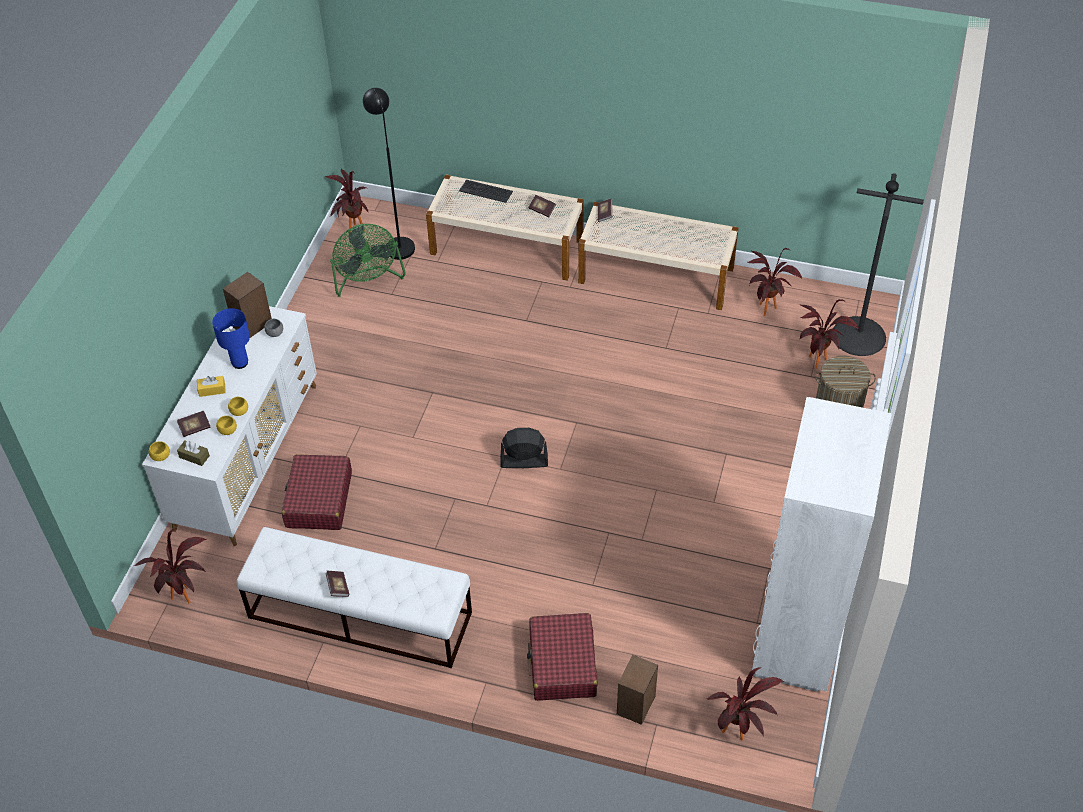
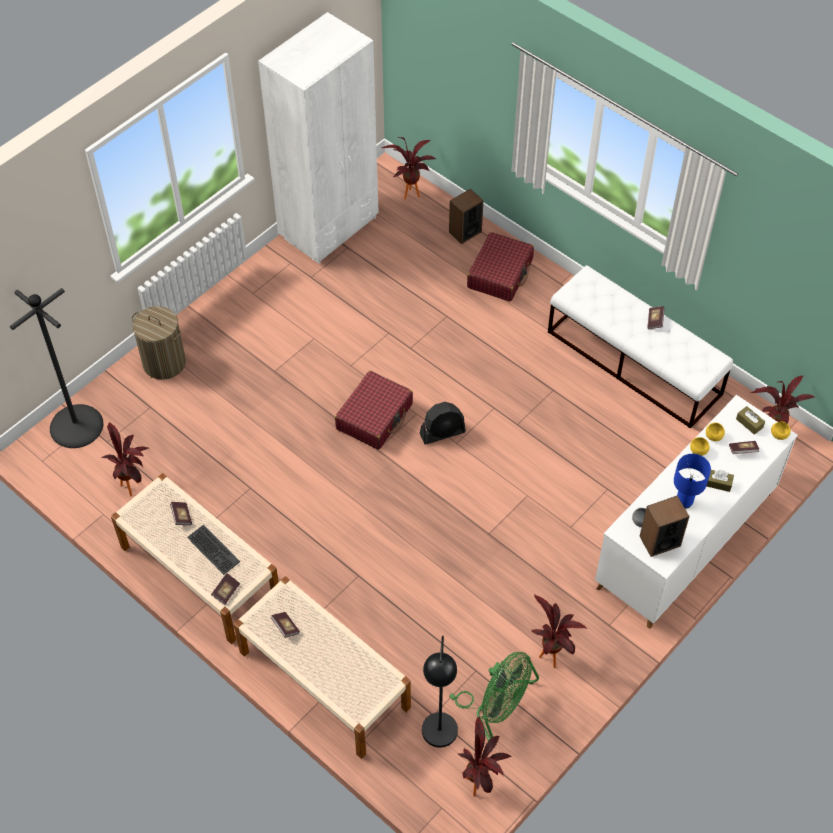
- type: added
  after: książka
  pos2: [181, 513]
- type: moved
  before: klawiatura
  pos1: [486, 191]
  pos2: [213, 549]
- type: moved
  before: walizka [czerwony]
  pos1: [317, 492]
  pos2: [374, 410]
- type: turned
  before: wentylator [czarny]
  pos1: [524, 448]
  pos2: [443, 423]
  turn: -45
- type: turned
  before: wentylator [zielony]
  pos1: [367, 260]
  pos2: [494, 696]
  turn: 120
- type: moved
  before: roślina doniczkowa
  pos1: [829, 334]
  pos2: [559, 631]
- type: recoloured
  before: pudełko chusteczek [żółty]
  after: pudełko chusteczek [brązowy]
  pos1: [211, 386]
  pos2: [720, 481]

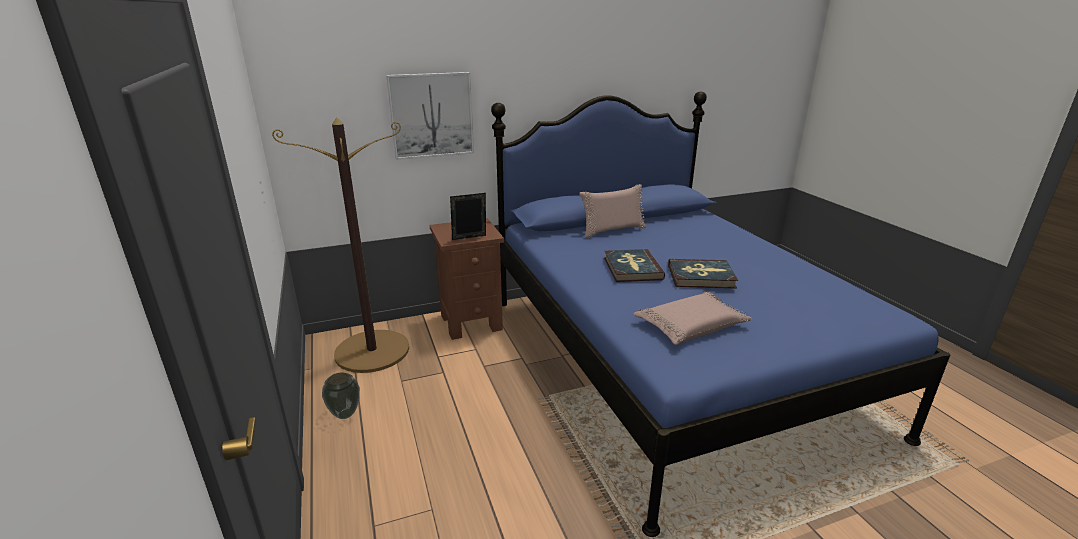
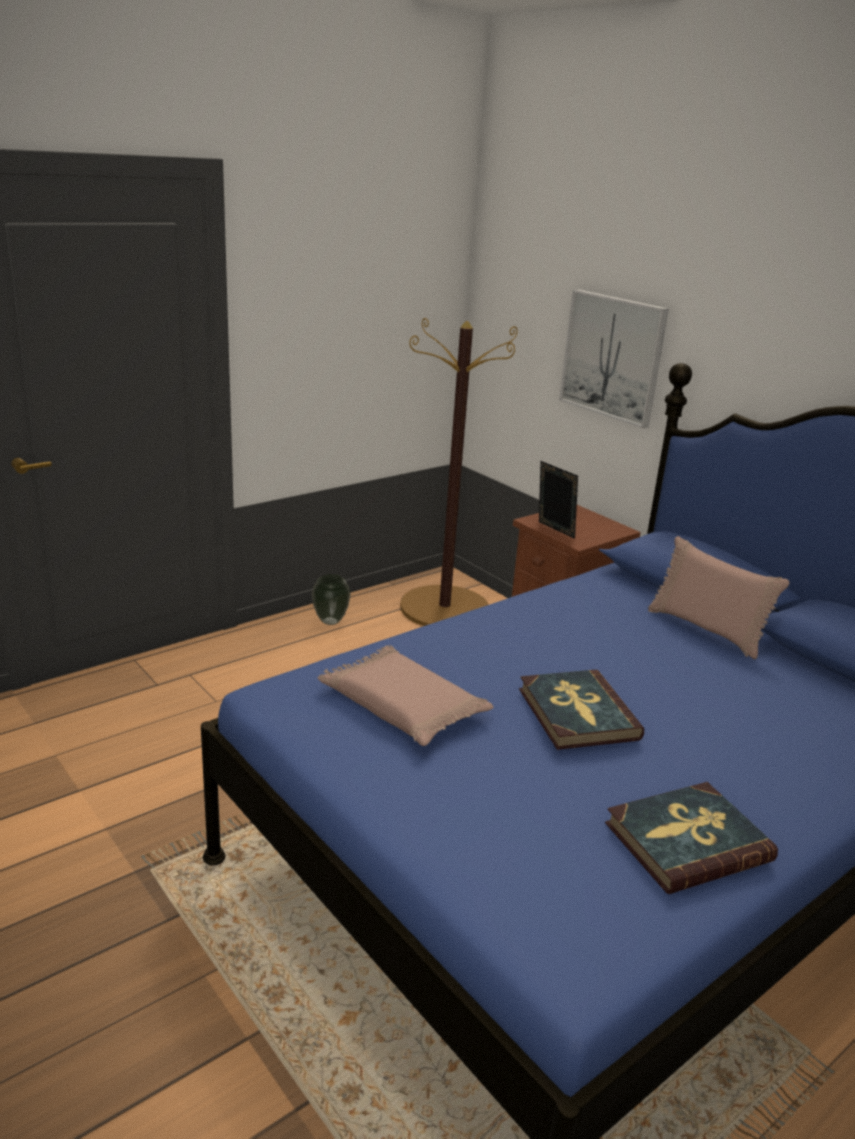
- type: moved
  before: książka
  pos1: [634, 265]
  pos2: [691, 838]

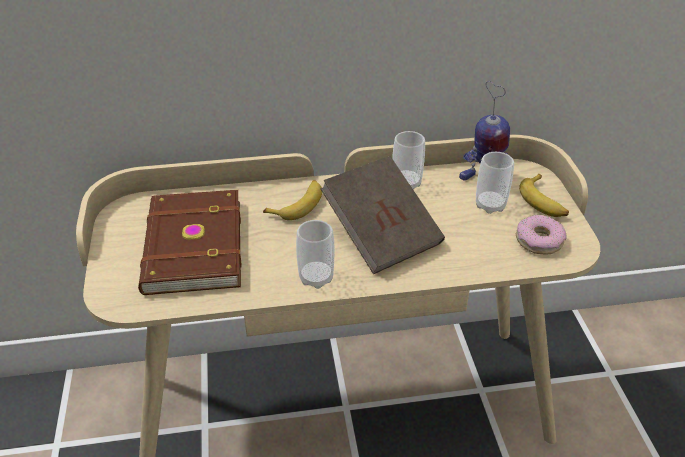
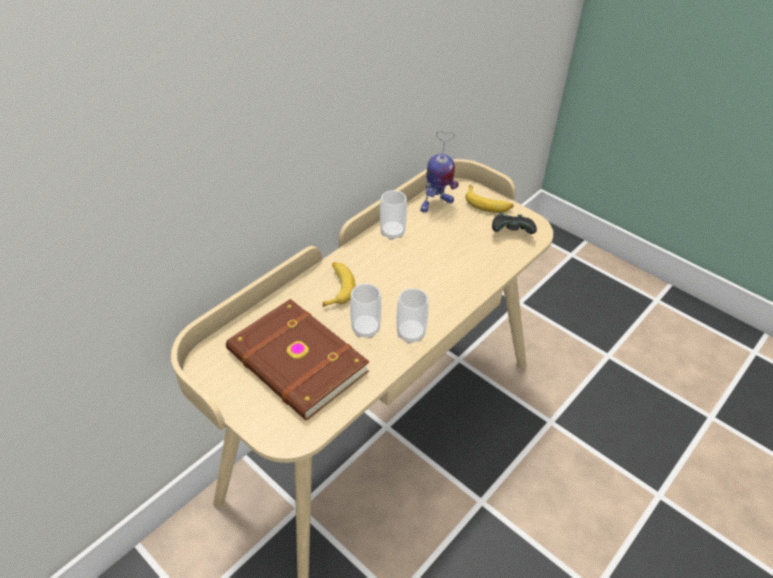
- type: moved
  before: filiżanka
  pos1: [495, 183]
  pos2: [365, 311]
- type: replaced
  before: donut
  after: pad do gier [czarny]
  pos1: [541, 234]
  pos2: [514, 223]
- type: removed
  before: książka [brązowy]
  pos1: [383, 215]

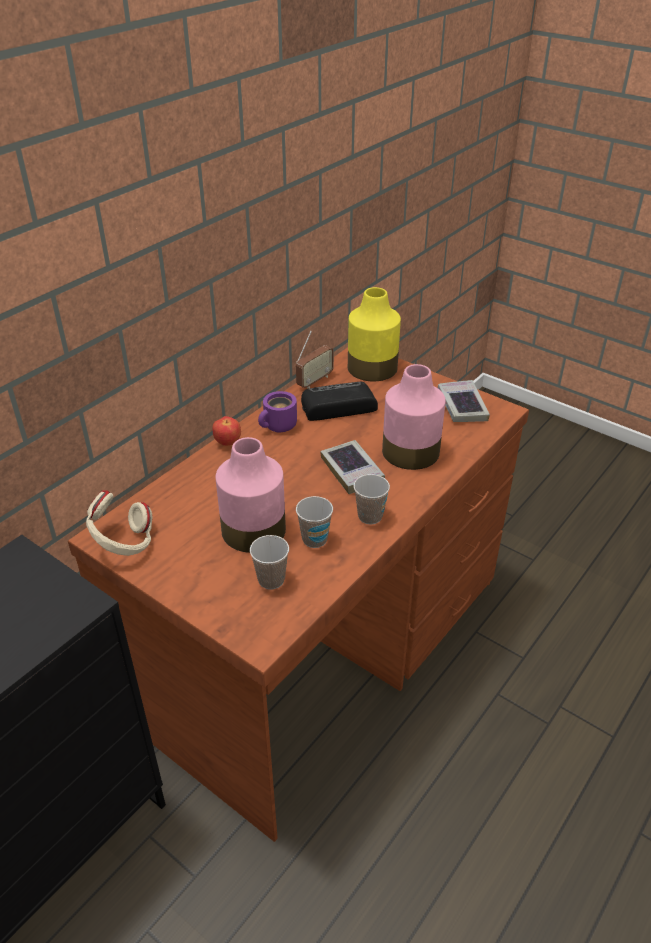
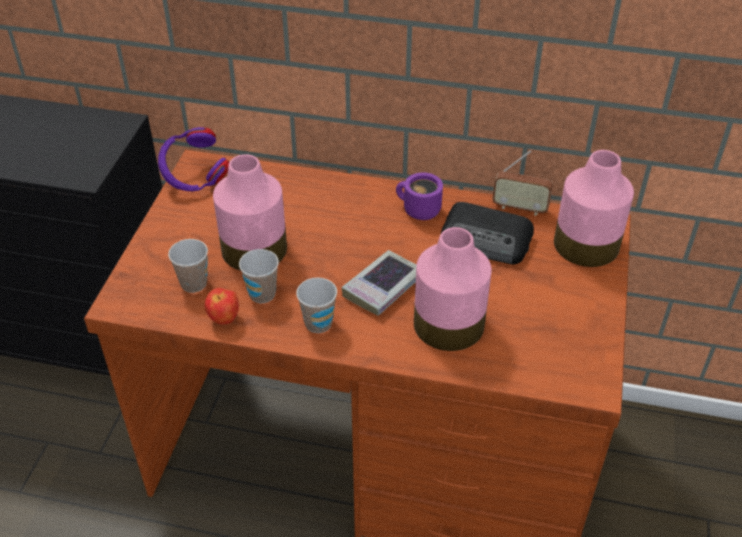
- type: recoloured
  before: słuchawki [beżowy]
  after: słuchawki [fioletowy]
  pos1: [119, 523]
  pos2: [193, 159]
- type: moved
  before: jabłko
  pos1: [226, 431]
  pos2: [222, 306]
- type: turned
  before: radio
  pos1: [339, 401]
  pos2: [487, 233]
  turn: 150
- type: recoloured
  before: wazon [żółty]
  after: wazon [różowy]
  pos1: [374, 334]
  pos2: [594, 208]
- type: removed
  before: książka
  pos1: [464, 401]

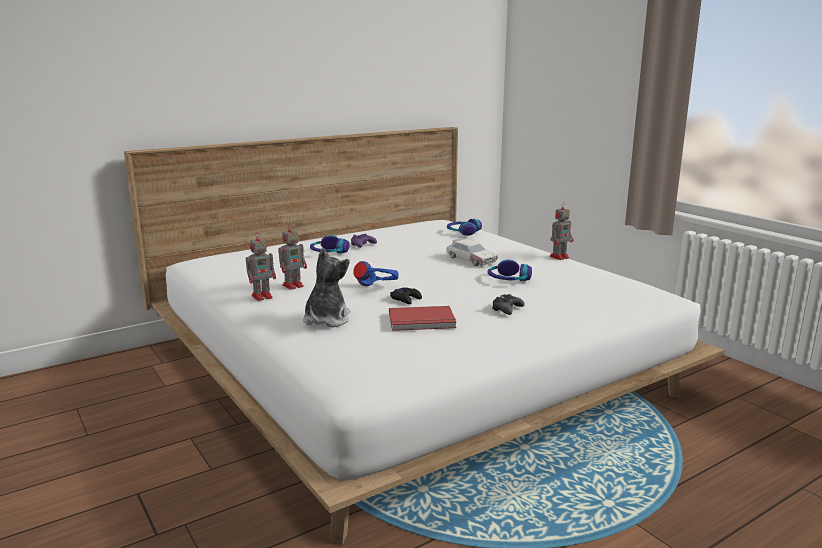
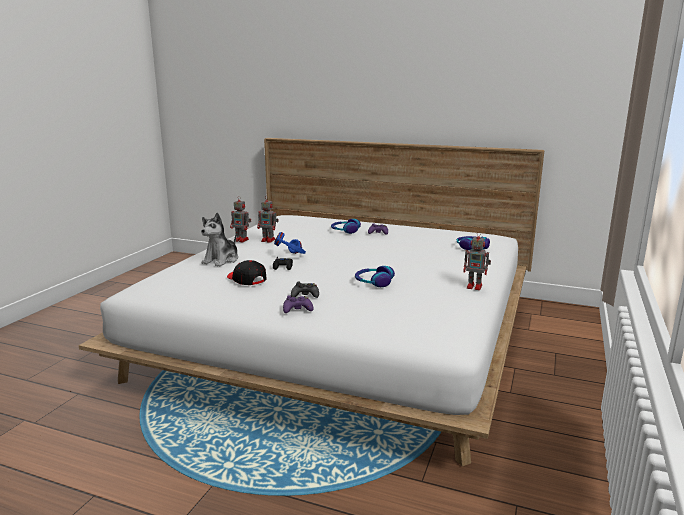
- type: turned
  before: pluszak
  pos1: [326, 288]
  pos2: [219, 239]
  turn: 135
- type: replaced
  before: książka [czerwony]
  after: czapka z daszkiem [czarny]
  pos1: [422, 318]
  pos2: [246, 272]
- type: added
  after: pad do gier [fioletowy]
  pos2: [298, 304]
- type: removed
  before: samochodzik
  pos1: [472, 252]

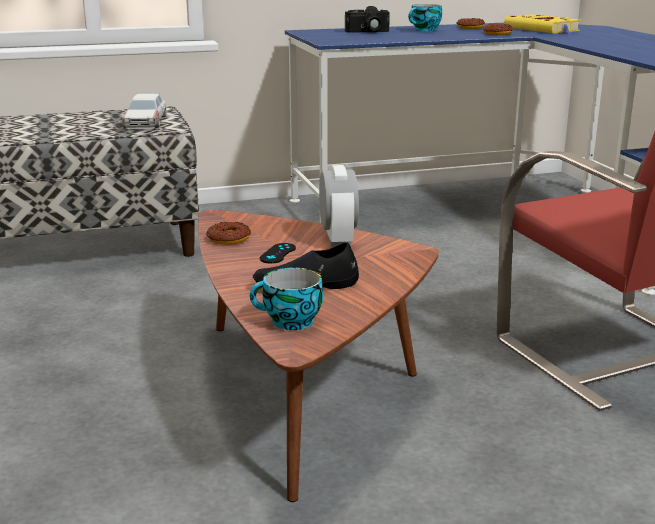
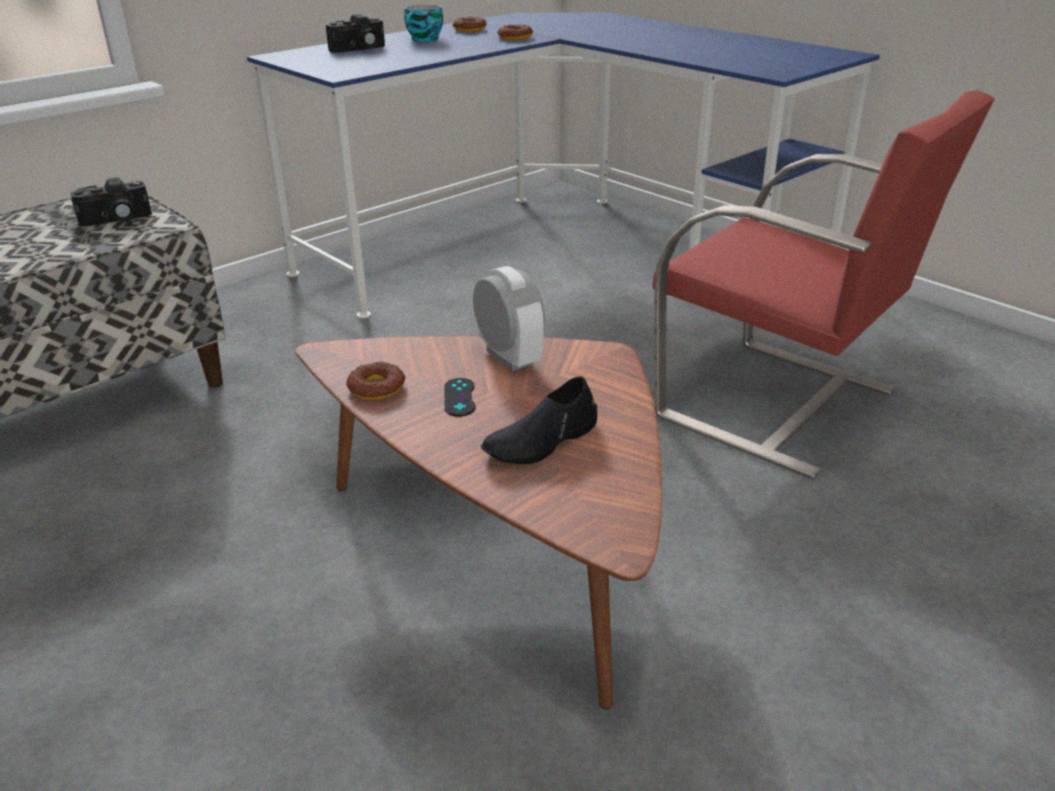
- type: replaced
  before: samochodzik
  after: aparat fotograficzny
  pos1: [144, 110]
  pos2: [111, 201]
- type: removed
  before: filiżanka
  pos1: [286, 299]
- type: removed
  before: książka [żółty]
  pos1: [542, 24]

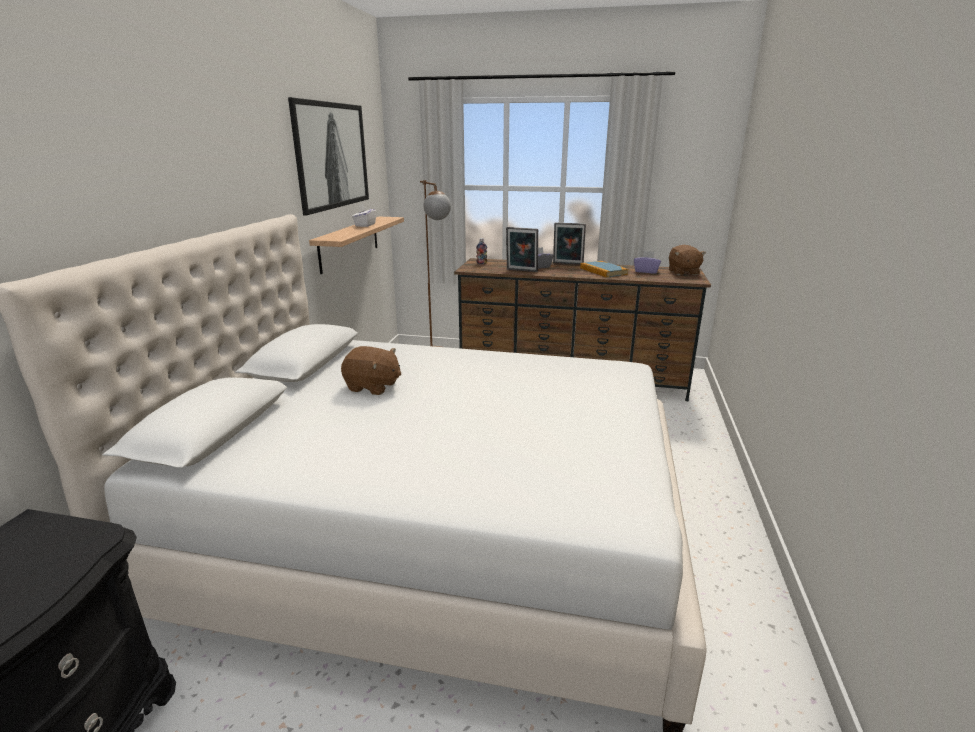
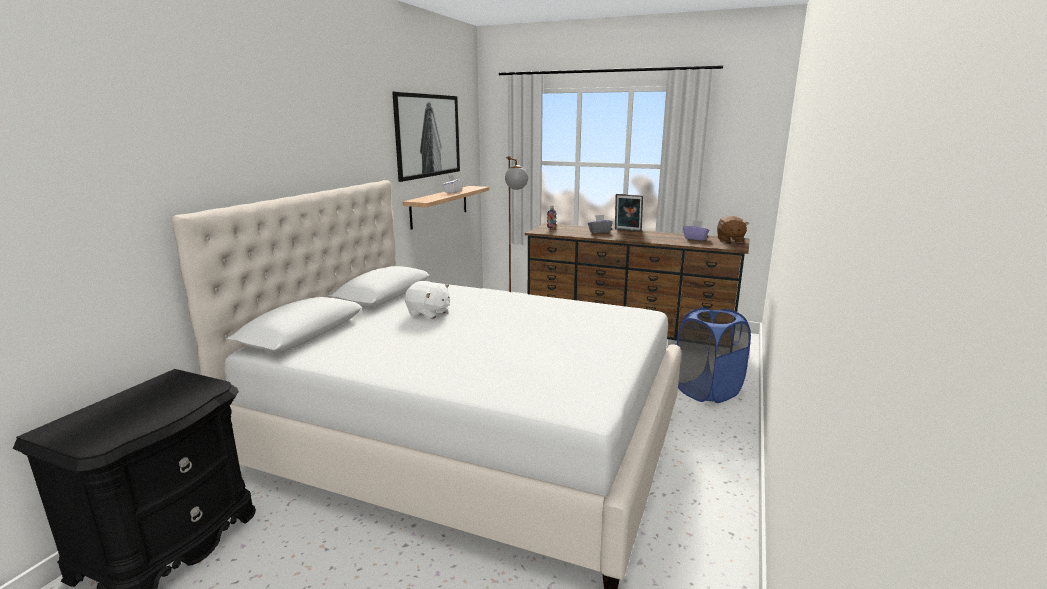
- type: recoloured
  before: pluszak [brązowy]
  after: pluszak [biały]
  pos1: [371, 370]
  pos2: [427, 300]
- type: added
  after: kosz na pranie [niebieski]
  pos2: [714, 355]
- type: removed
  before: ramka na zdjęcie
  pos1: [522, 249]
- type: removed
  before: książka
  pos1: [604, 269]

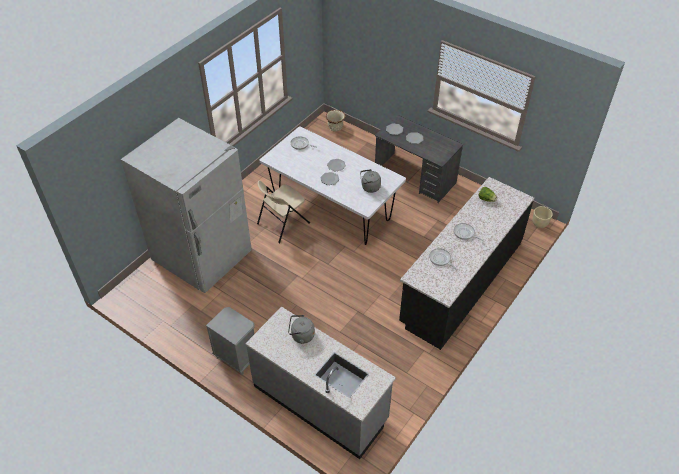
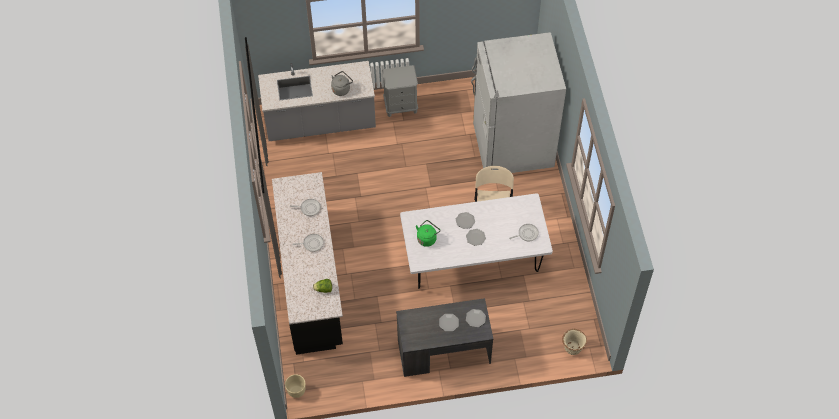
- type: recoloured
  before: czajnik [szary]
  after: czajnik [zielony]
  pos1: [370, 181]
  pos2: [428, 233]

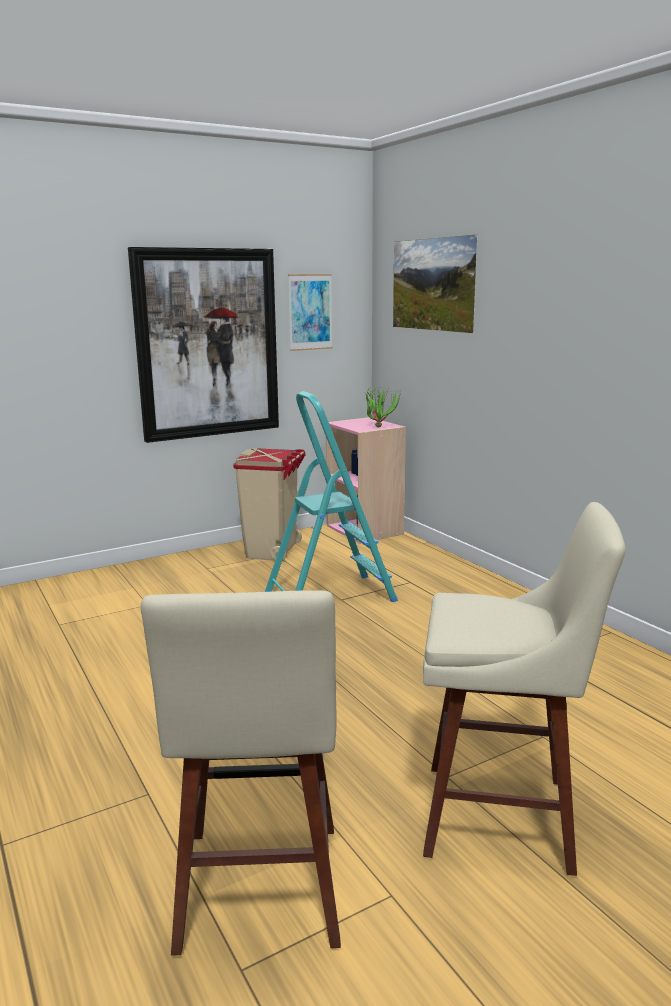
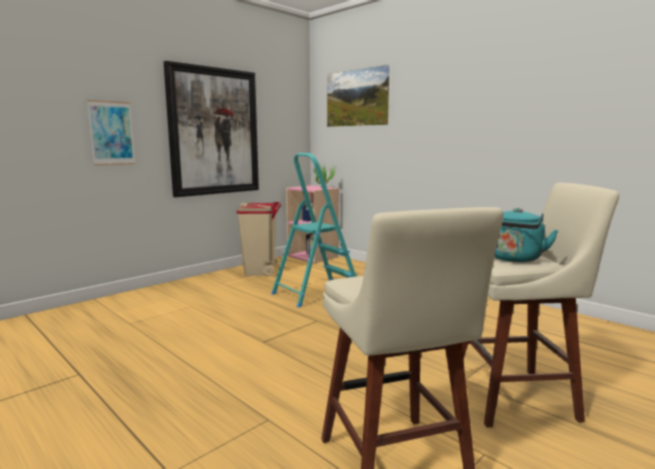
- type: moved
  before: obraz
  pos1: [310, 312]
  pos2: [111, 132]
- type: added
  after: czajnik [turkusowy]
  pos2: [527, 235]

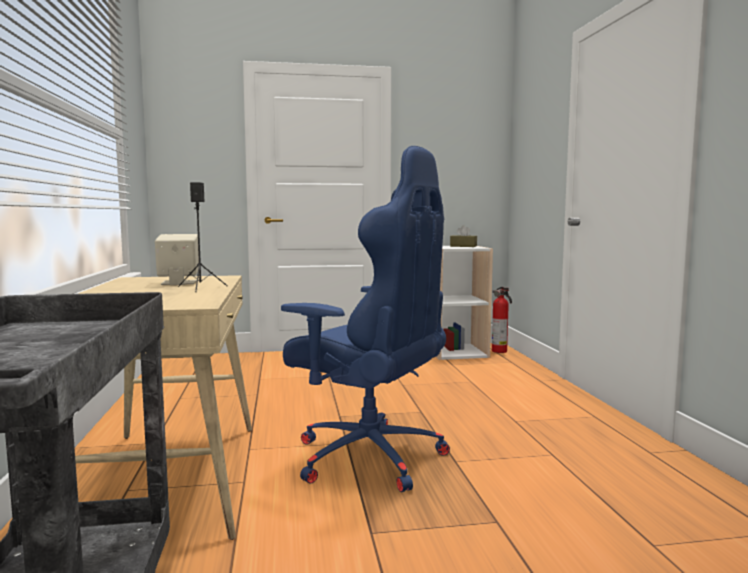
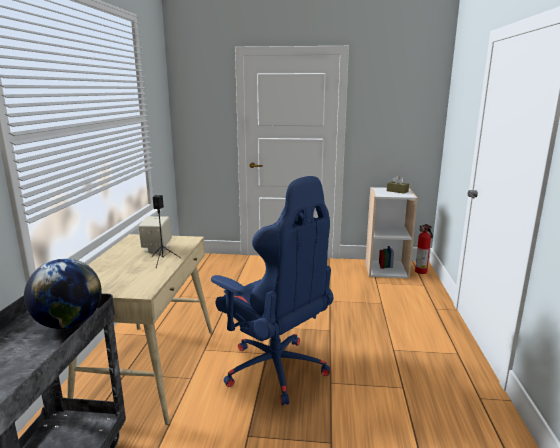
- type: added
  after: globus
  pos2: [63, 293]

